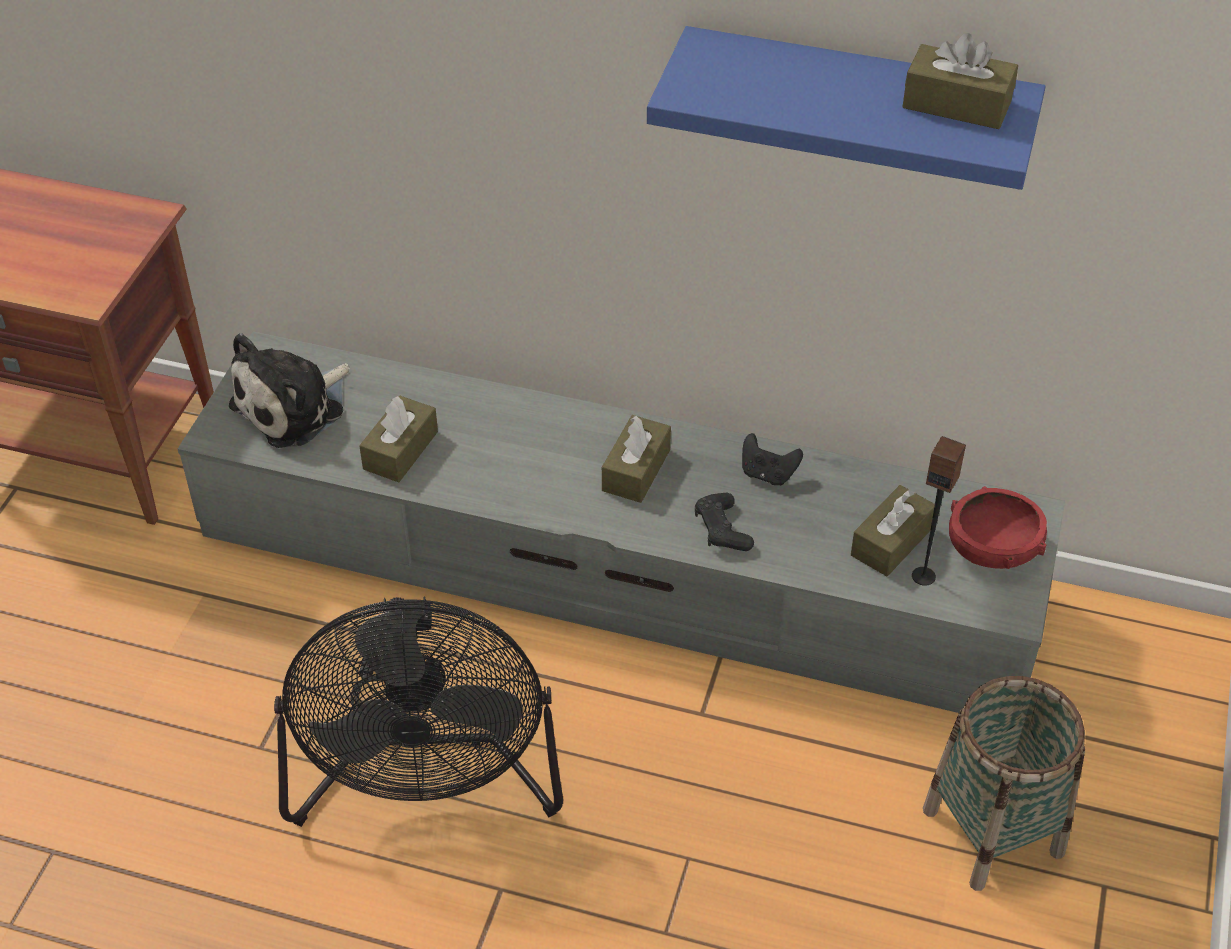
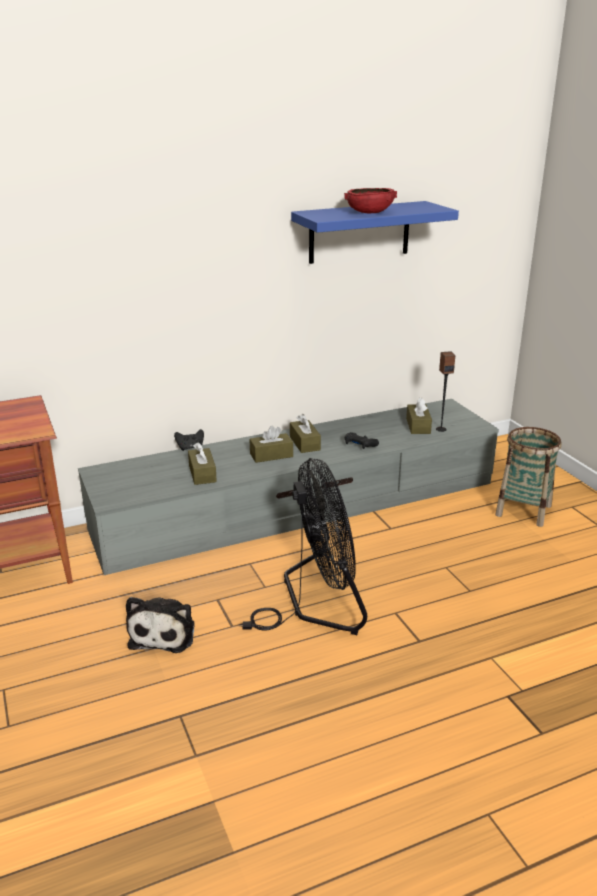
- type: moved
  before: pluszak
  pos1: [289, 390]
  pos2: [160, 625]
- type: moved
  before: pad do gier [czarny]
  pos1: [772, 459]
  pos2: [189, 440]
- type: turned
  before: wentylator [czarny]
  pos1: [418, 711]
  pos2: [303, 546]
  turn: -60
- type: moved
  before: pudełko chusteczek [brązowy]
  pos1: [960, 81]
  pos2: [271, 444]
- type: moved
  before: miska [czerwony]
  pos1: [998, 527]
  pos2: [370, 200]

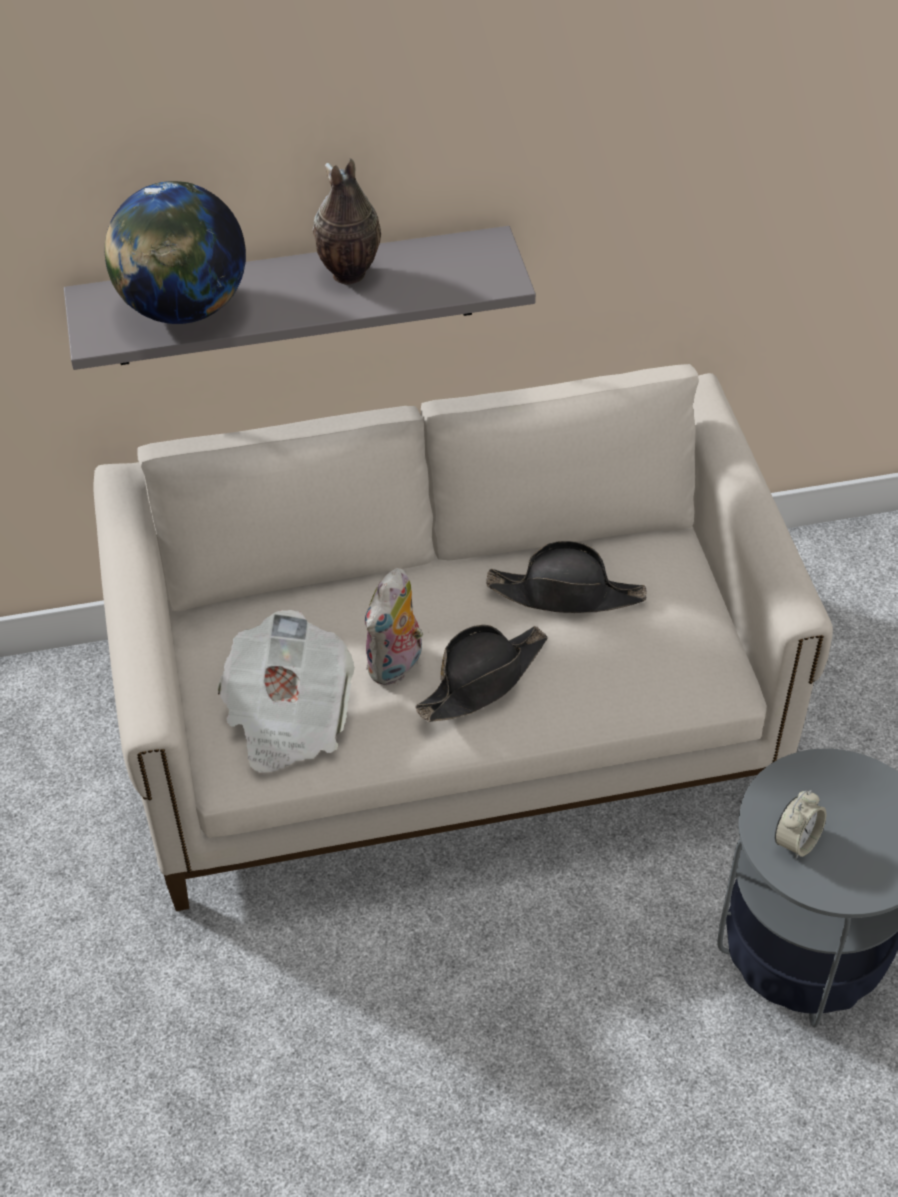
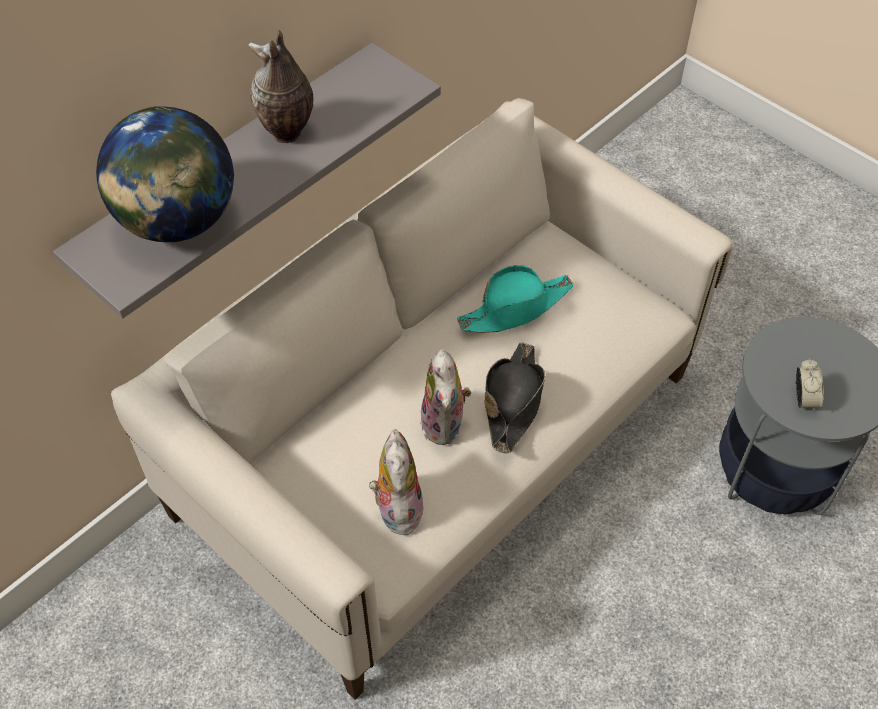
- type: replaced
  before: gazeta
  after: pluszak
  pos1: [286, 691]
  pos2: [396, 483]
- type: recoloured
  before: kapelusz [czarny]
  after: kapelusz [turkusowy]
  pos1: [566, 577]
  pos2: [515, 299]

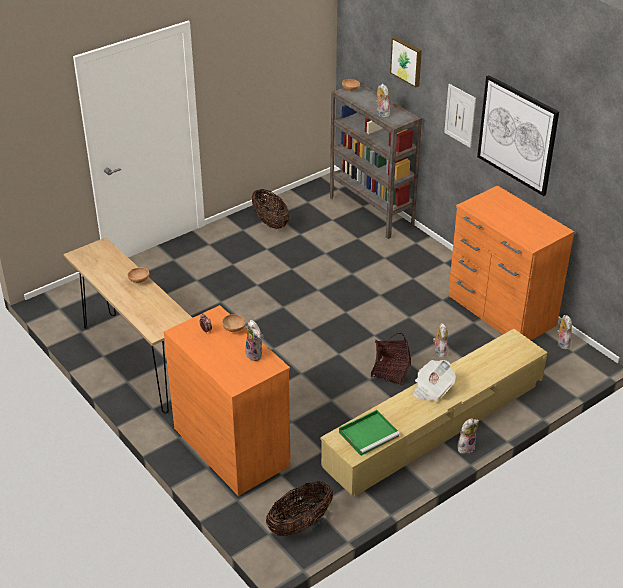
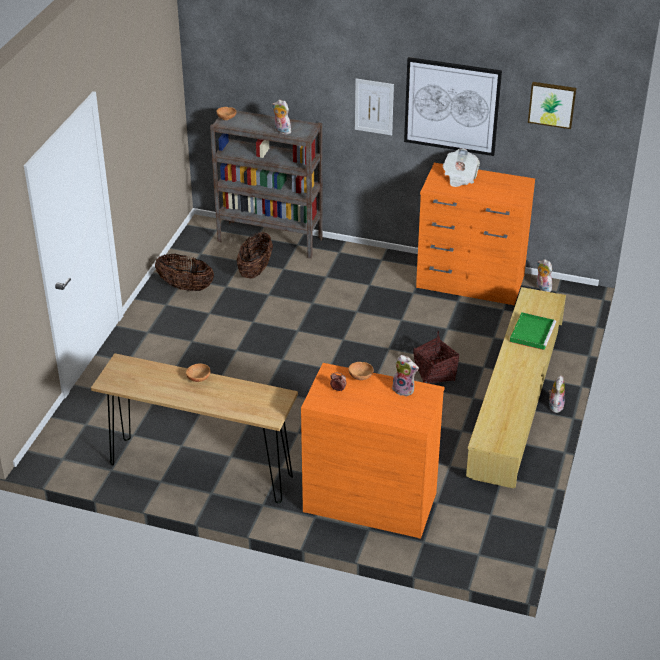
- type: moved
  before: koszyk
  pos1: [299, 508]
  pos2: [254, 255]
- type: moved
  before: gazeta
  pos1: [434, 381]
  pos2: [461, 167]
- type: moved
  before: taca [zielony]
  pos1: [369, 433]
  pos2: [533, 331]
- type: moved
  before: obraz
  pos1: [406, 62]
  pos2: [552, 105]
- type: removed
  before: pluszak
  pos1: [440, 340]

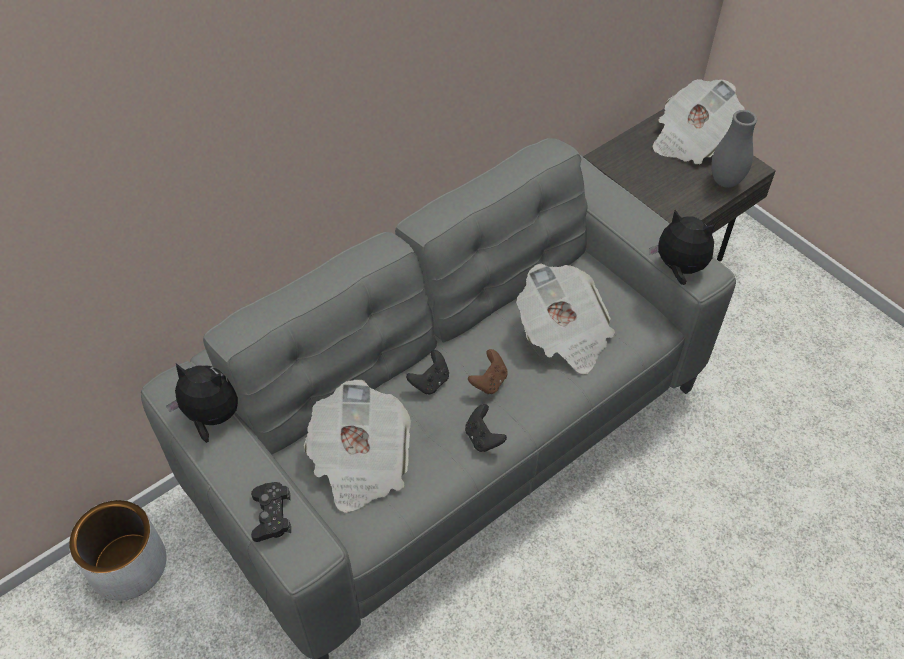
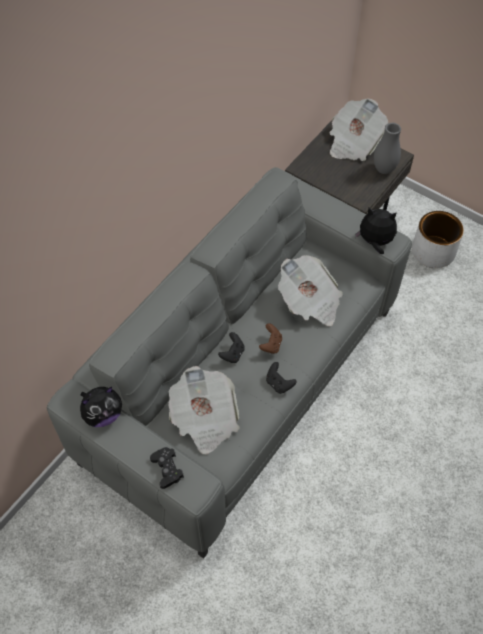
- type: turned
  before: pluszak
  pos1: [202, 403]
  pos2: [101, 407]
  turn: 150
- type: moved
  before: donica [biały]
  pos1: [118, 550]
  pos2: [438, 239]

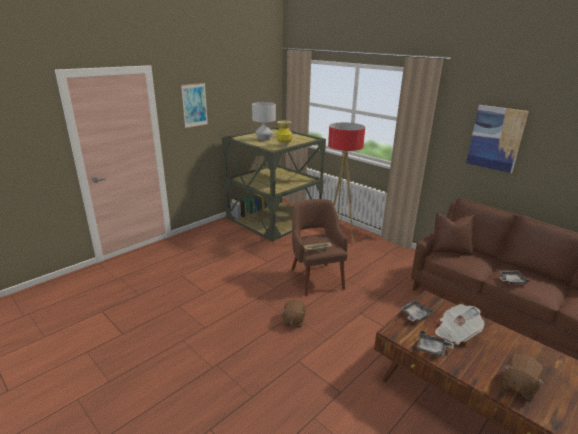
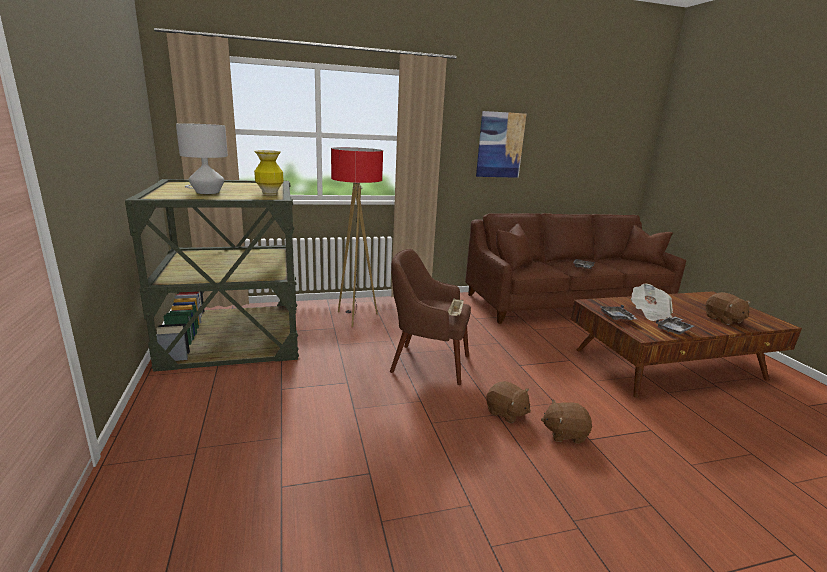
- type: added
  after: pluszak [brązowy]
  pos2: [566, 421]
- type: removed
  before: obraz
  pos1: [194, 105]

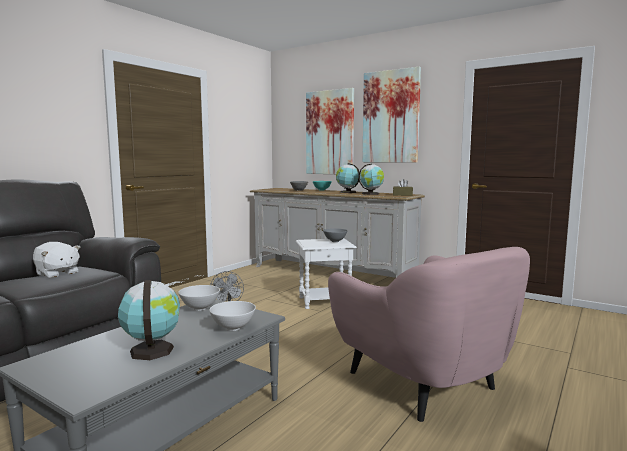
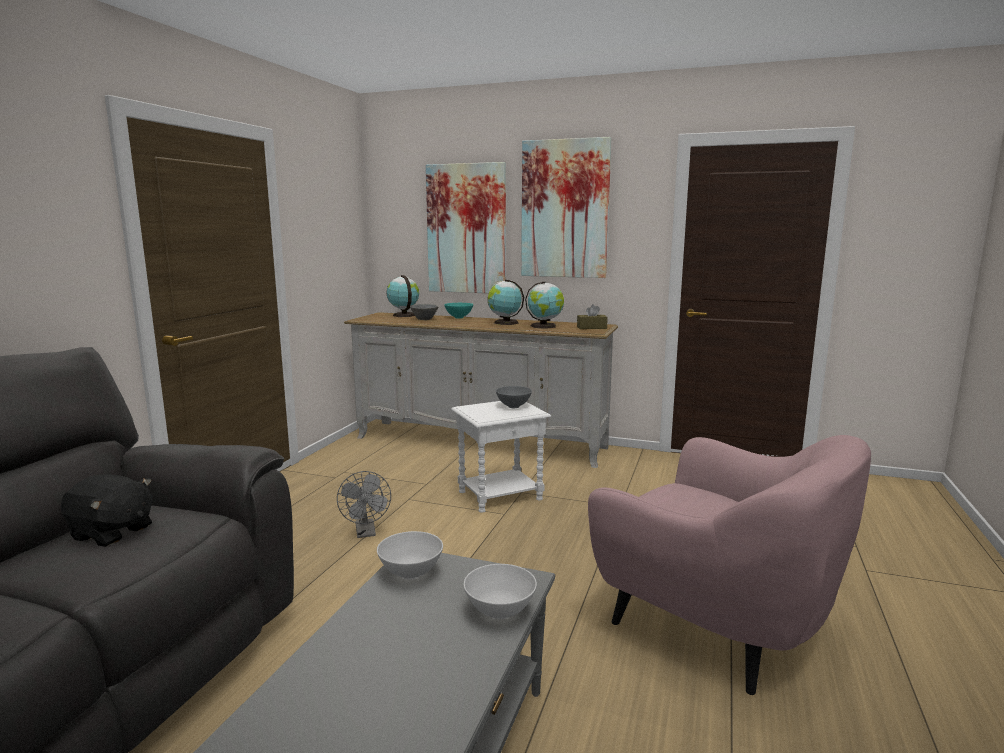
- type: recoloured
  before: pluszak [biały]
  after: pluszak [czarny]
  pos1: [56, 260]
  pos2: [106, 511]
- type: moved
  before: globus
  pos1: [149, 320]
  pos2: [402, 296]

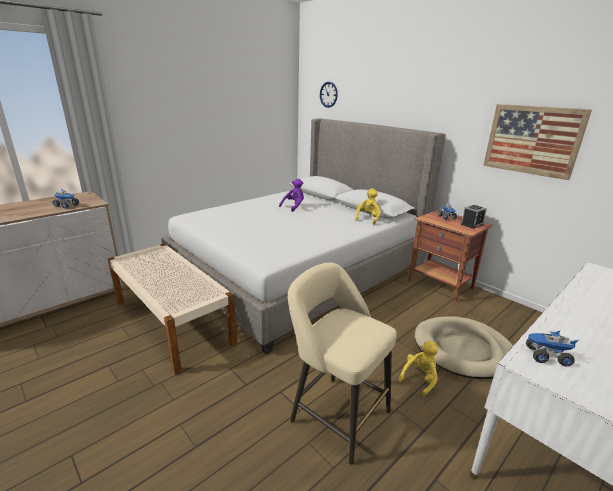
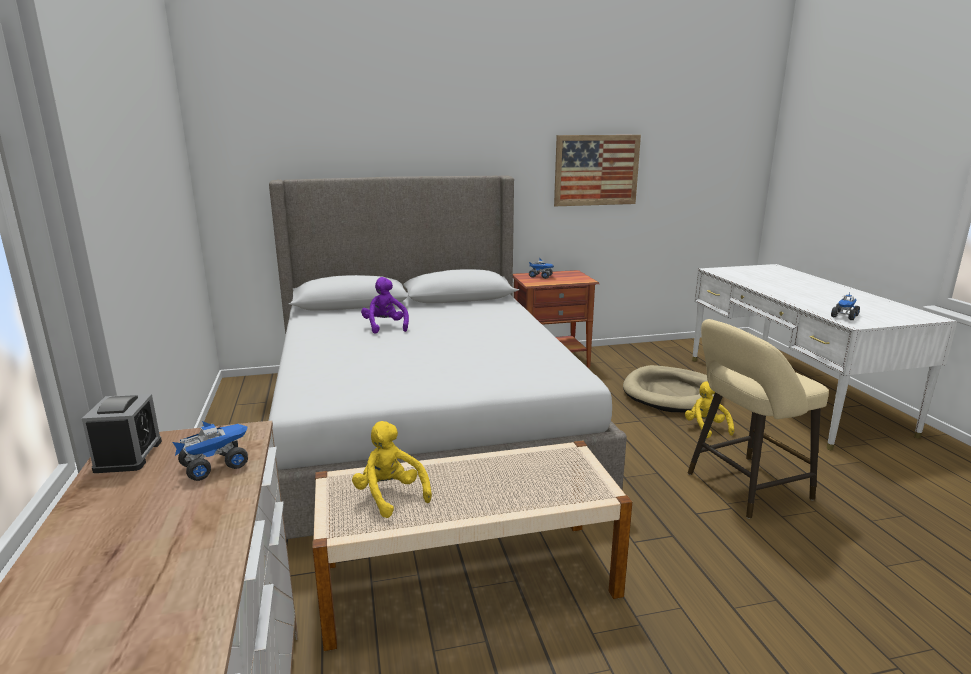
- type: moved
  before: budzik
  pos1: [474, 217]
  pos2: [122, 433]
- type: moved
  before: pluszak [żółty]
  pos1: [368, 206]
  pos2: [392, 469]
- type: removed
  before: zegar ścienny
  pos1: [329, 95]

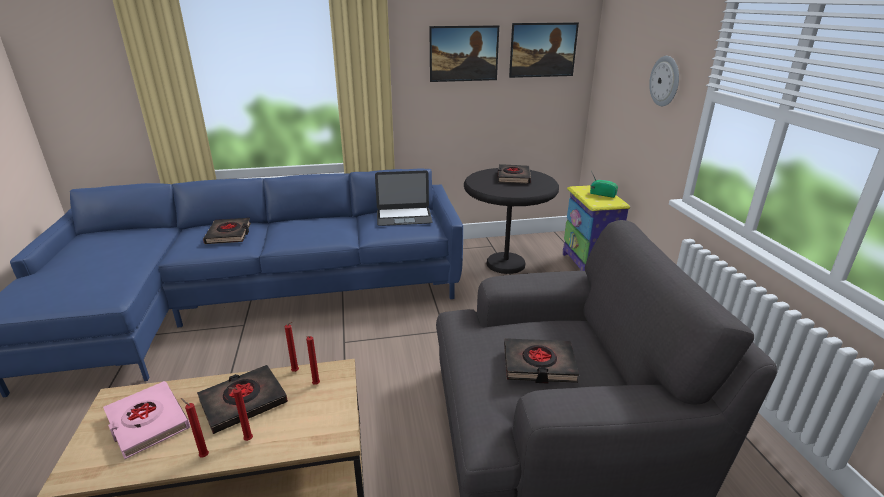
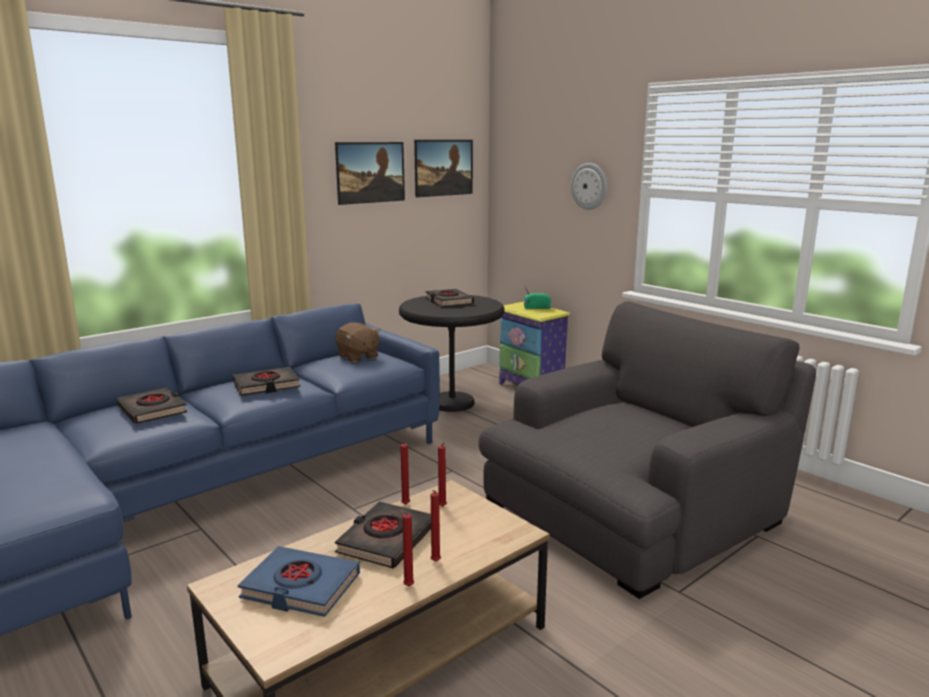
- type: moved
  before: książka [czarny]
  pos1: [541, 361]
  pos2: [266, 381]
- type: recoloured
  before: książka [różowy]
  after: książka [niebieski]
  pos1: [146, 420]
  pos2: [299, 581]
- type: replaced
  before: laptop
  after: pluszak [brązowy]
  pos1: [404, 198]
  pos2: [358, 342]

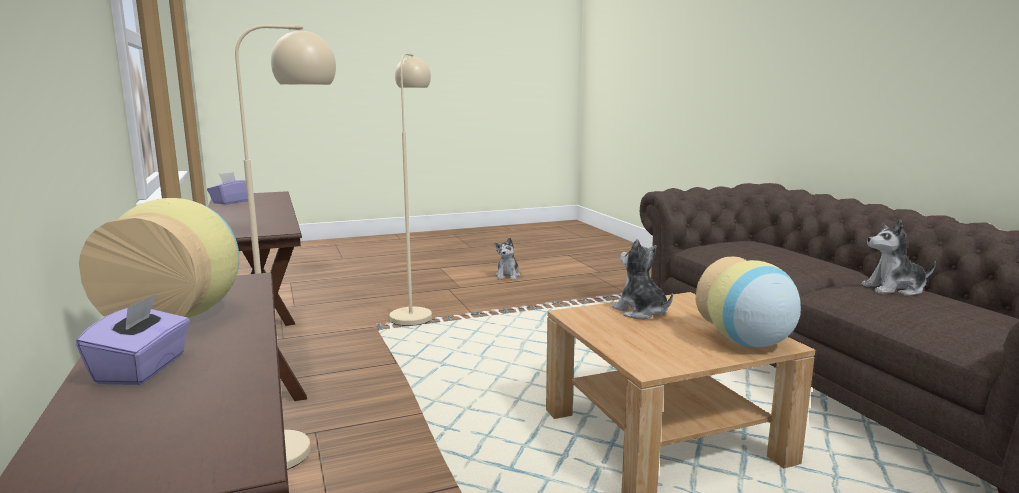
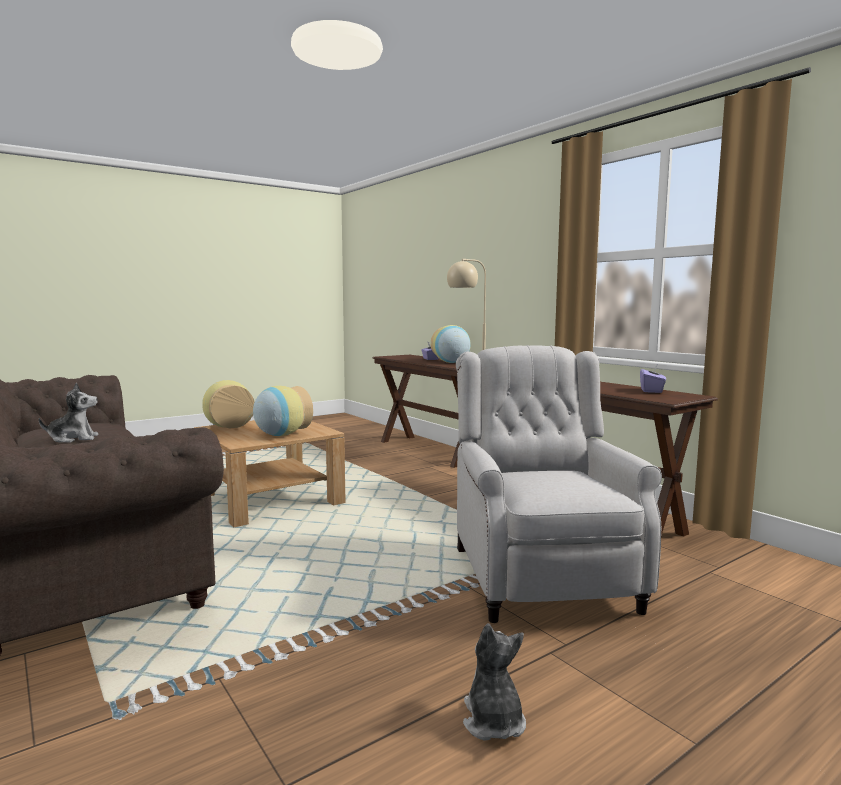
- type: replaced
  before: pluszak
  after: wazon
  pos1: [642, 279]
  pos2: [283, 411]
- type: replaced
  before: lampa stojąca [beżowy]
  after: fotel [biały]
  pos1: [411, 189]
  pos2: [559, 484]

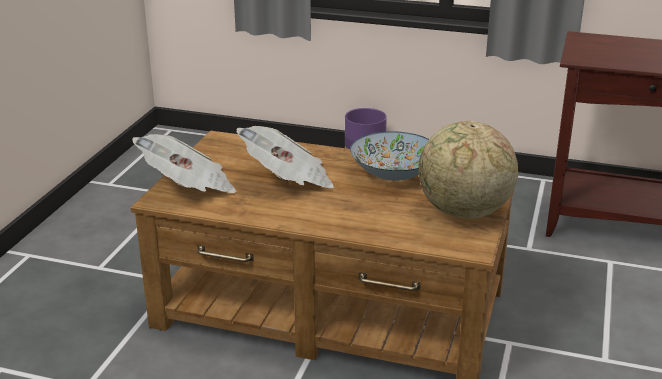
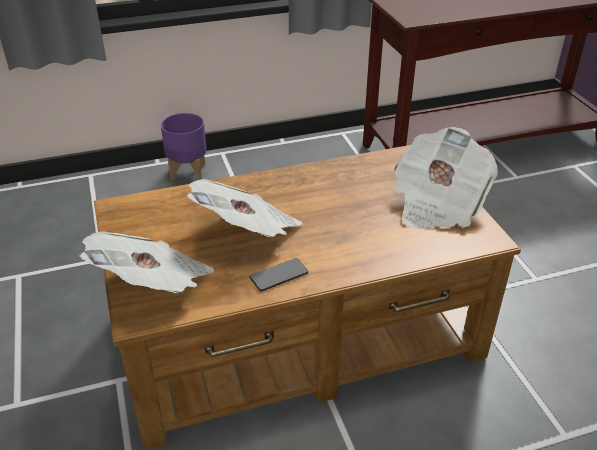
- type: added
  after: telefon
  pos2: [279, 275]
- type: replaced
  before: globus
  after: gazeta
  pos1: [468, 170]
  pos2: [446, 178]
- type: removed
  before: miska
  pos1: [389, 156]

